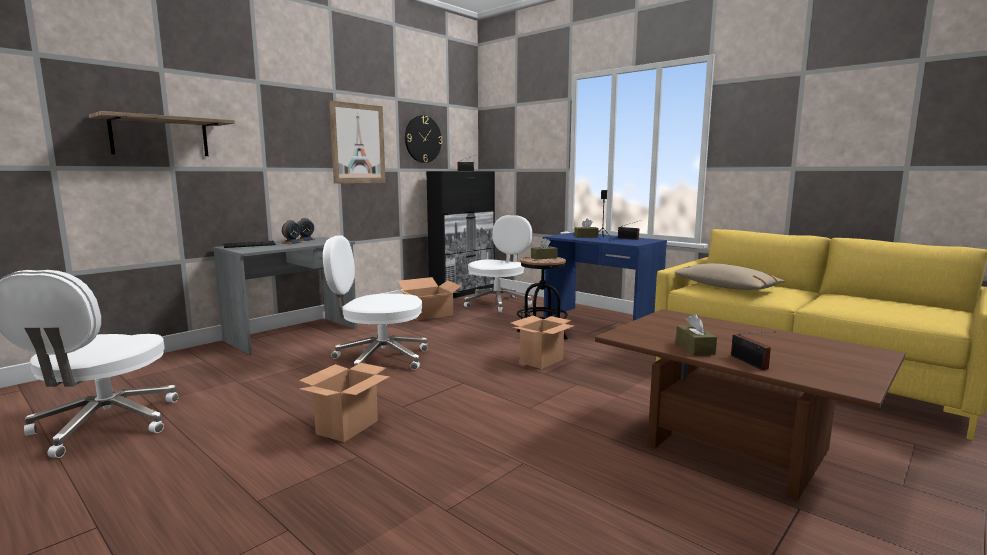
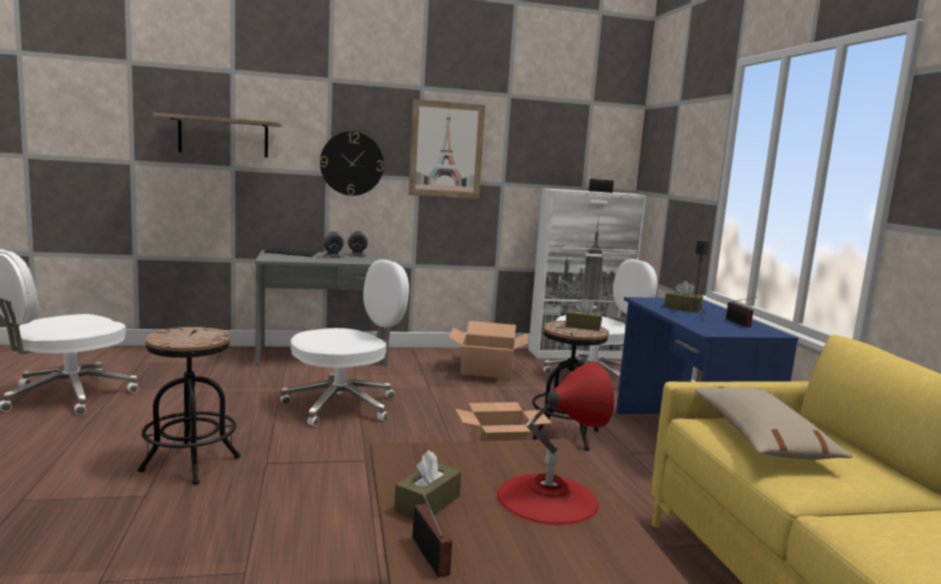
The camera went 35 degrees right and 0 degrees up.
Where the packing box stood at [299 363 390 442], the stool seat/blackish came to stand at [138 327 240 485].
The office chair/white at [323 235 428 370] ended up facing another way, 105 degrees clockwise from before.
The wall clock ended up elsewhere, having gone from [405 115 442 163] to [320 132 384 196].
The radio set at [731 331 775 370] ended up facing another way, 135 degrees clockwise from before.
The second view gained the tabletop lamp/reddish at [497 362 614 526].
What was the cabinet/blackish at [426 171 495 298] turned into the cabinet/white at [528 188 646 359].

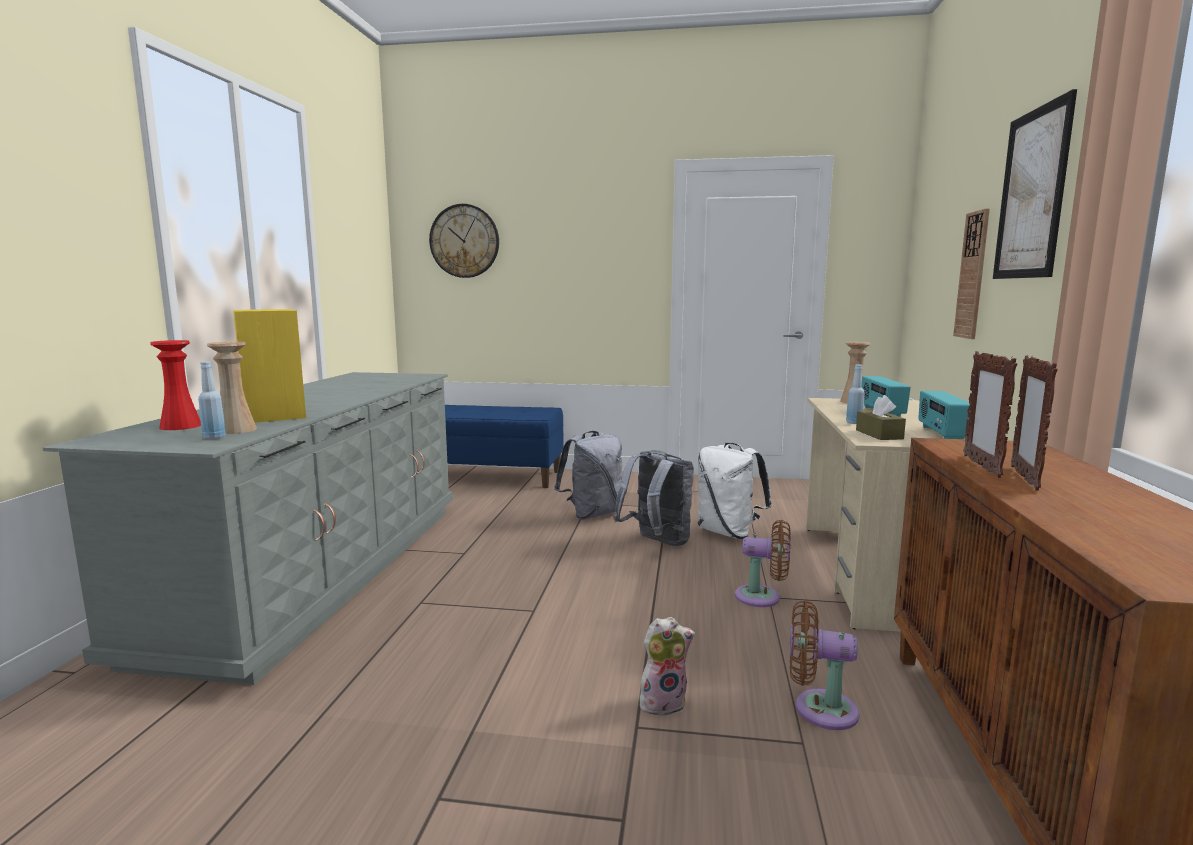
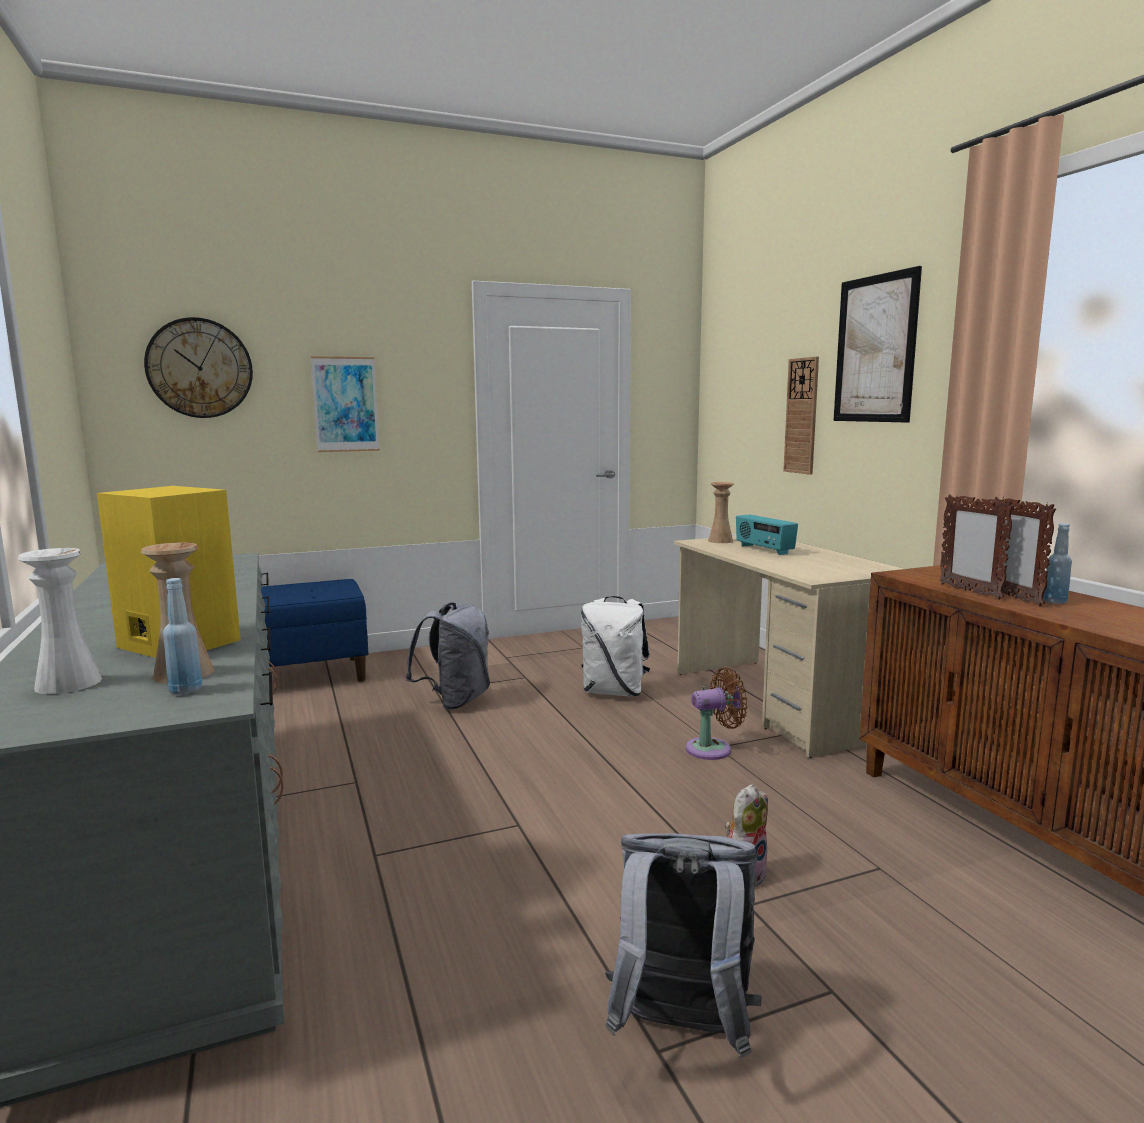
The camera went 30 degrees left and 0 degrees up.
What was the flower vase/reddish at [150 340 201 430] turned into the flower vase/white at [18 548 102 694].
The second view gained the wall picture at [311 356 380 452].
The backpack/greyish ended up elsewhere, having gone from [613 450 694 546] to [605 834 761 1058].
The beverage bottle/blue ended up elsewhere, having gone from [846 364 865 424] to [1043 523 1072 604].
The second view lost the fan/brown at [790 600 860 730].
The second view lost the tissue box/brown at [856 395 906 440].
The second view lost the radio set at [918 391 970 439].

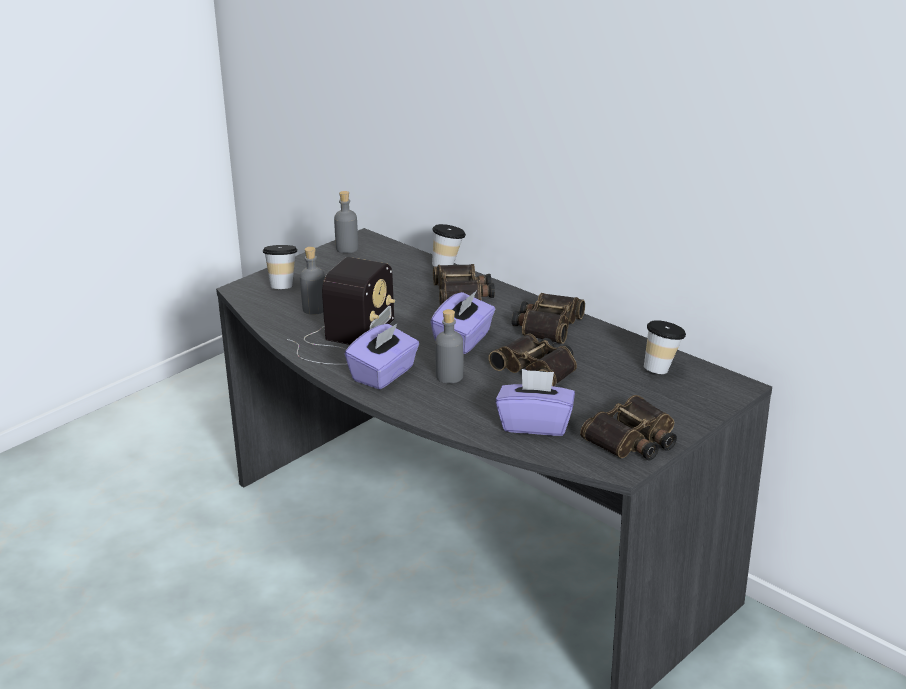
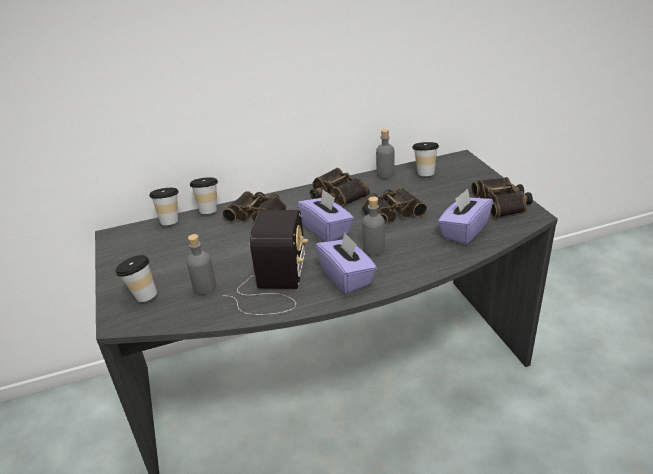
The camera went 60 degrees left and 5 degrees up.
The second view gained the cup at [149 188 178 225].
The radio set at [287 257 395 365] ended up facing another way, 45 degrees clockwise from before.
The beverage bottle/greyish ended up elsewhere, having gone from [334 191 358 253] to [376 129 395 179].

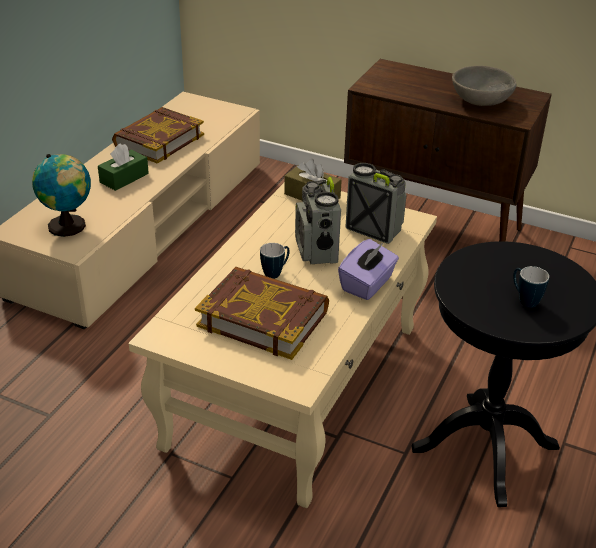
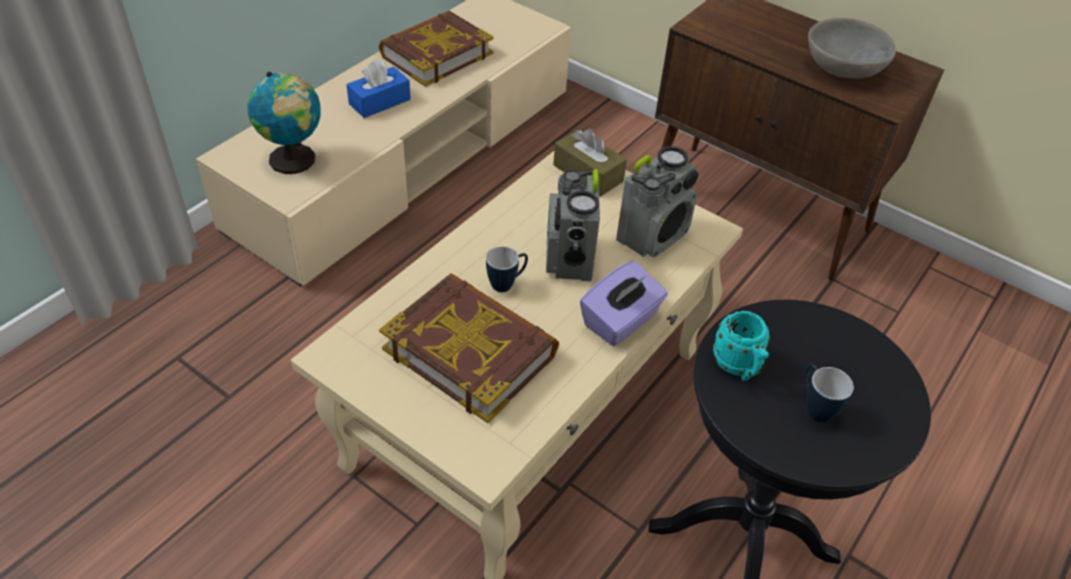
The camera went 10 degrees right and 10 degrees up.
What was the tissue box/green at [98 143 149 191] turned into the tissue box/blue at [346 60 411 118].
The radio set at [345 163 406 244] ended up facing another way, 90 degrees clockwise from before.
The second view gained the tea mug/turquoise-coloured at [713 311 770 381].

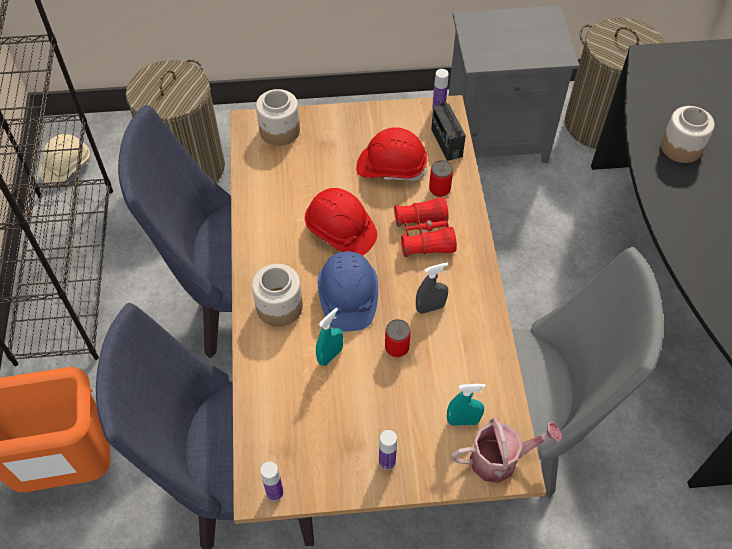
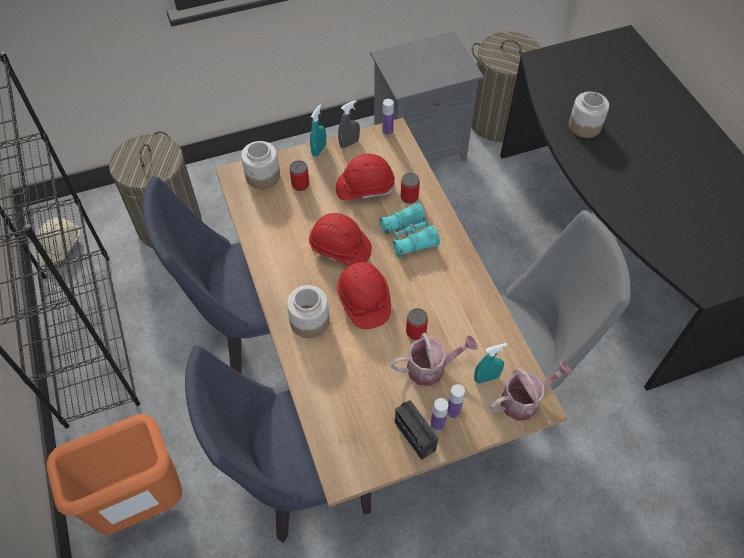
The camera went 15 degrees left and 0 degrees up.
The second view gained the metal can at [290 160 309 191].
The hand sprayer/turquoise-coloured ended up elsewhere, having gone from [316 308 343 366] to [310 105 326 157].
What was the hard hat/blue at [317 251 378 331] turned into the hard hat/reddish at [337 262 391 329].
The hand sprayer/greyish ended up elsewhere, having gone from [416 263 448 314] to [338 100 360 148].
What was the pair of binoculars/reddish at [394 197 457 257] turned into the pair of binoculars/turquoise-coloured at [380 203 440 258].
The second view gained the sprinkling can at [391 333 478 386].
The radio set ended up elsewhere, having gone from [431 102 466 161] to [395 400 438 460].
The beverage bottle ended up elsewhere, having gone from [260 462 284 501] to [447 384 465 418].

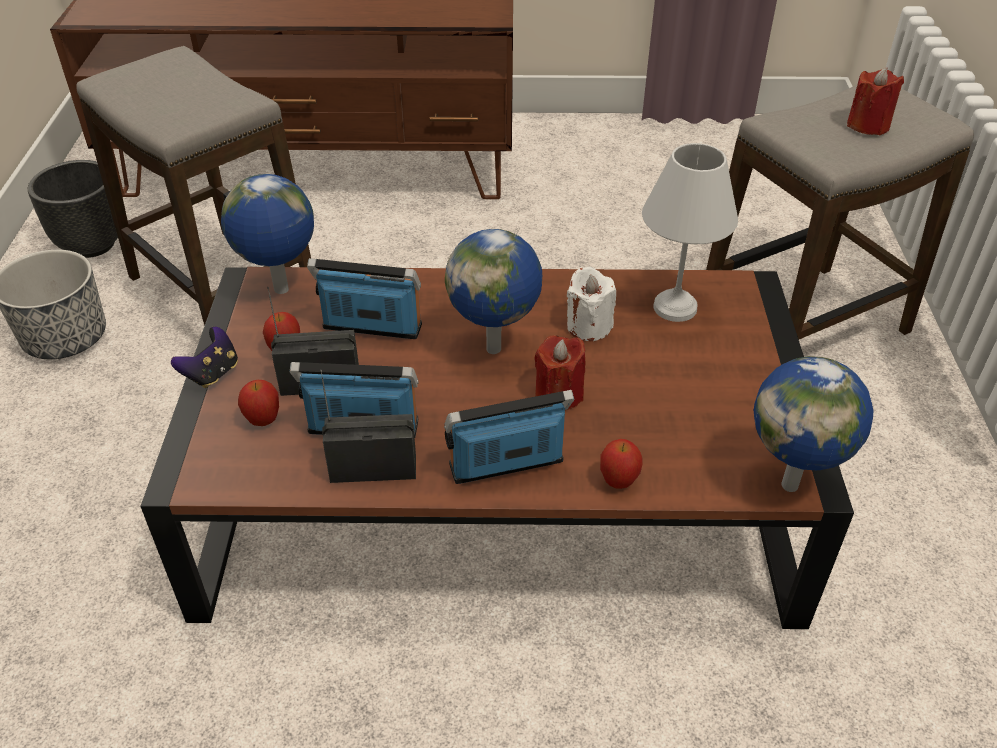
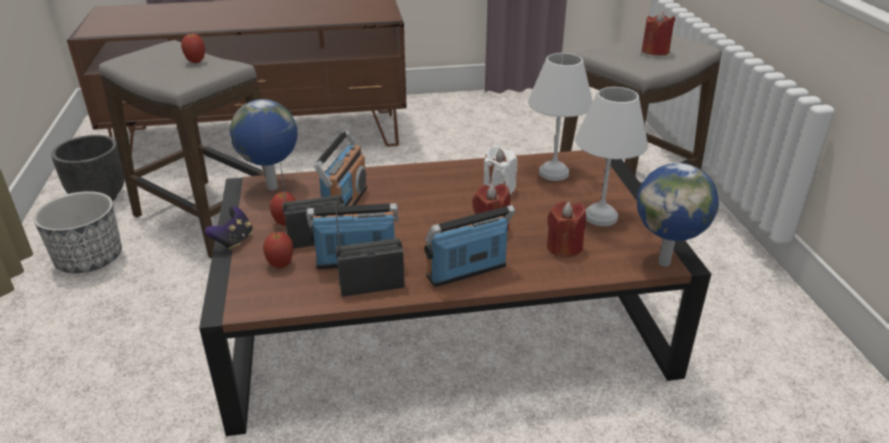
The camera went 10 degrees left and 10 degrees down.
The apple fruit ended up elsewhere, having gone from [600 439 643 489] to [181 32 205 63].
The radio set at [307 258 422 339] ended up facing another way, 105 degrees clockwise from before.
The second view gained the candle/reddish at [547 202 586 257].
The second view gained the tabletop lamp/white at [575 87 648 226].
The second view lost the world globe at [445 229 542 354].

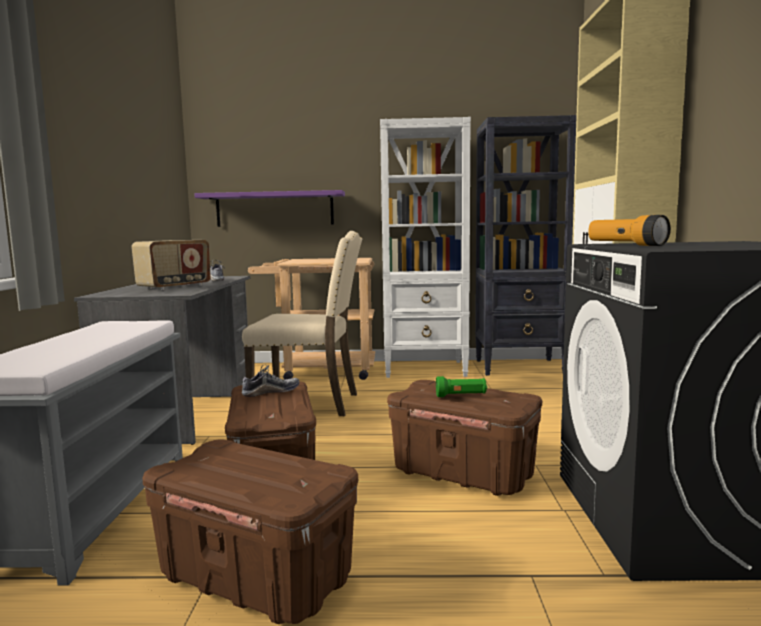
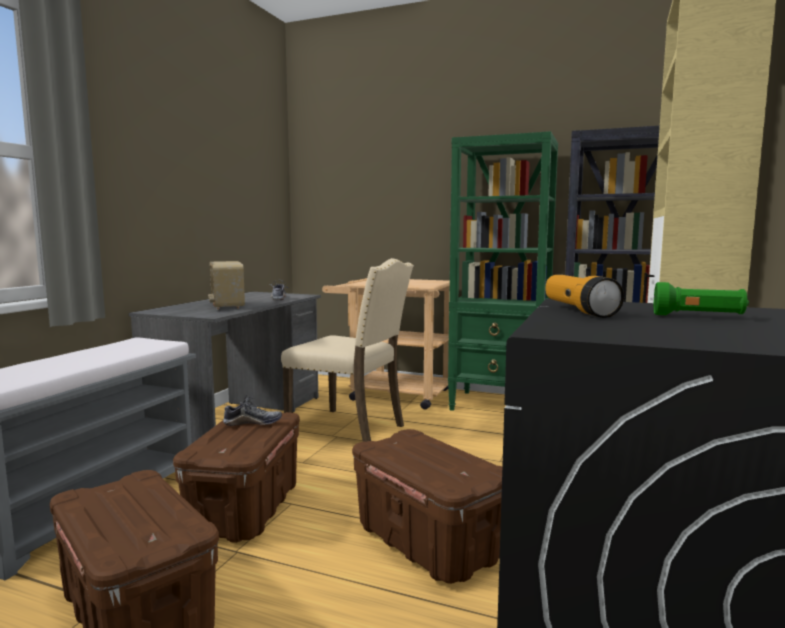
The camera went 20 degrees right and 0 degrees up.
The radio set at [131 240 211 290] ended up facing another way, 105 degrees clockwise from before.
What was the bookshelf/white at [380 117 471 378] turned into the bookshelf/green at [448 131 558 411].
The torch/green ended up elsewhere, having gone from [436 376 487 397] to [654 282 749 315].
The second view lost the bracket shelf/purple at [194 190 345 227].

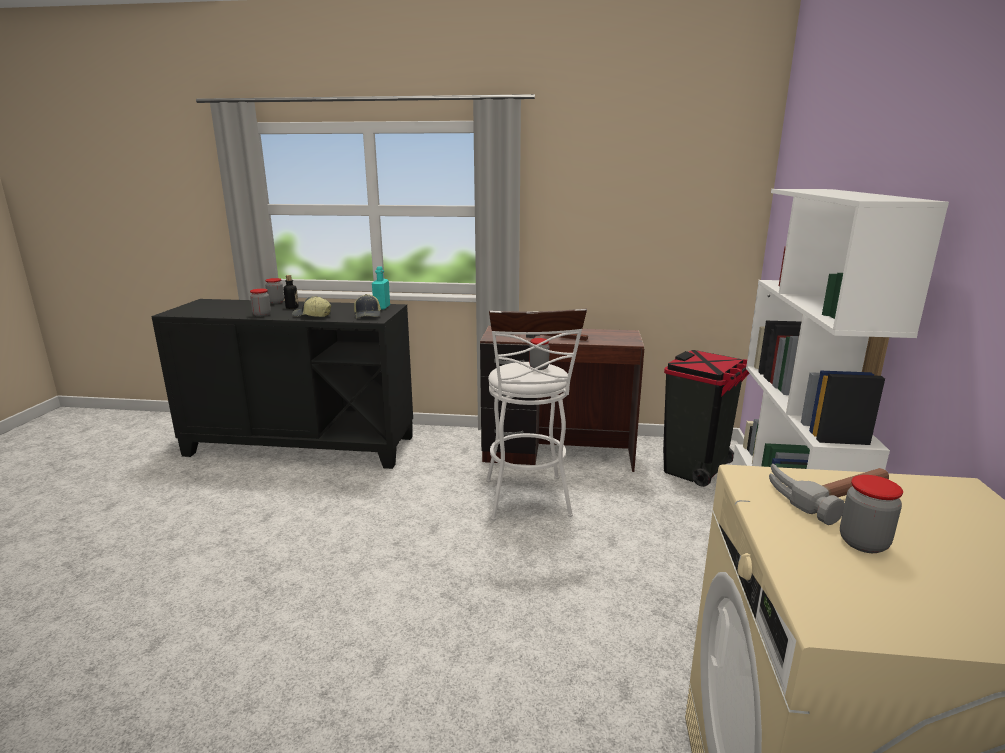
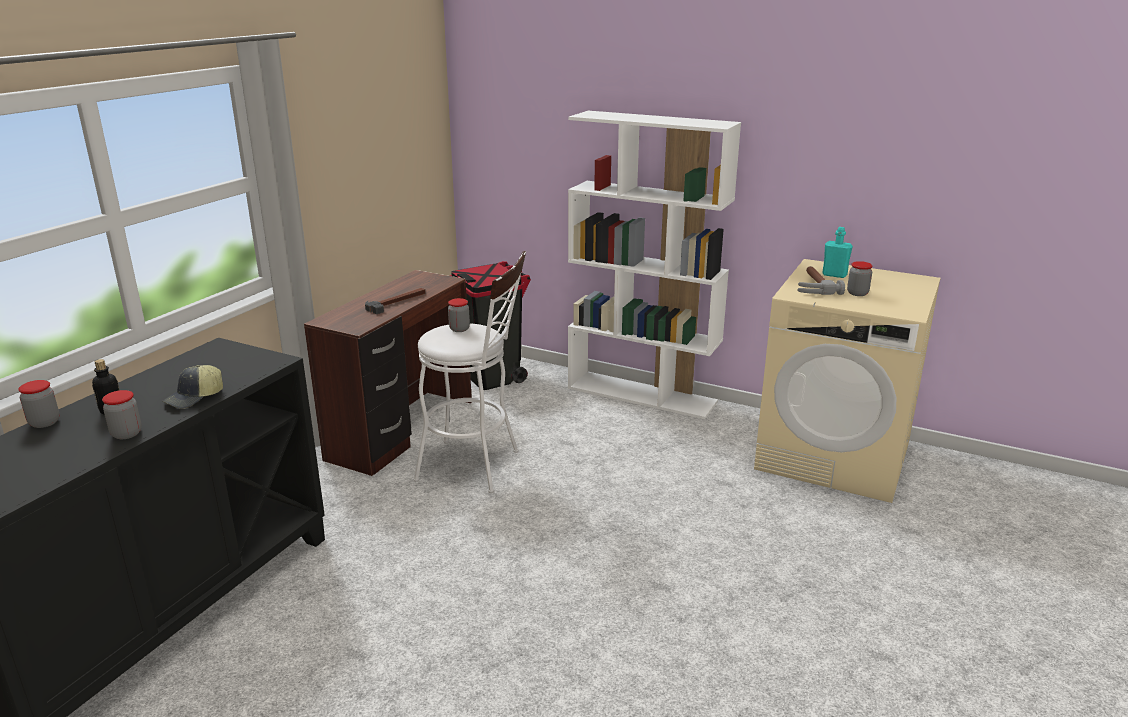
The camera went 70 degrees left and 5 degrees up.
The beverage bottle/turquoise-coloured ended up elsewhere, having gone from [372 267 390 309] to [822 227 853 278].
The second view lost the peaked cap at [354 294 381 319].

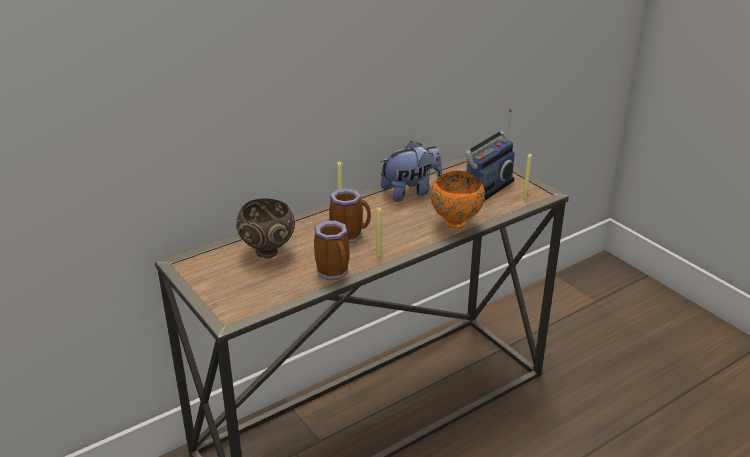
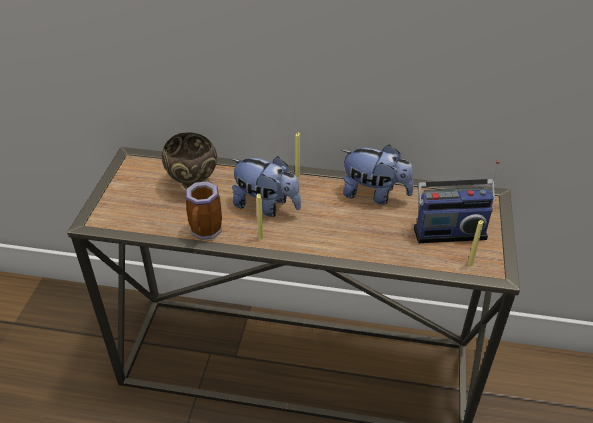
The camera went 45 degrees right and 10 degrees up.
Where the tea mug stood at [329 188 371 243], the soft toy came to stand at [231 156 301 217].
The second view lost the deep dish/orangey at [431 171 485 229].

